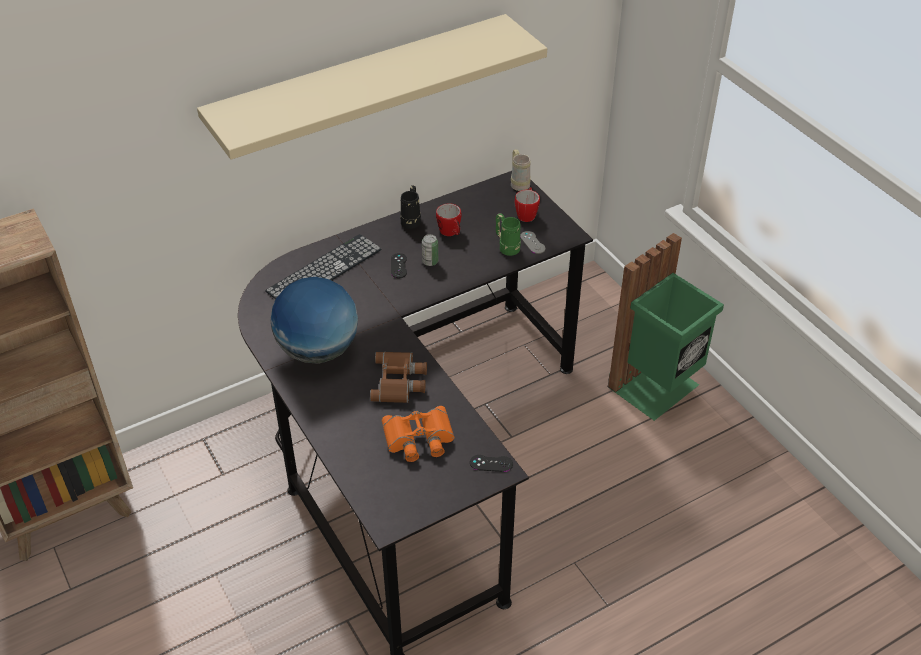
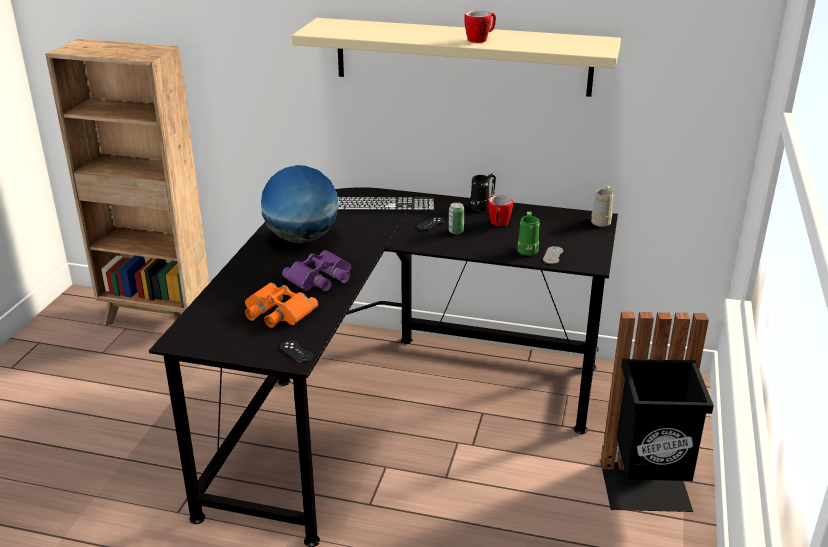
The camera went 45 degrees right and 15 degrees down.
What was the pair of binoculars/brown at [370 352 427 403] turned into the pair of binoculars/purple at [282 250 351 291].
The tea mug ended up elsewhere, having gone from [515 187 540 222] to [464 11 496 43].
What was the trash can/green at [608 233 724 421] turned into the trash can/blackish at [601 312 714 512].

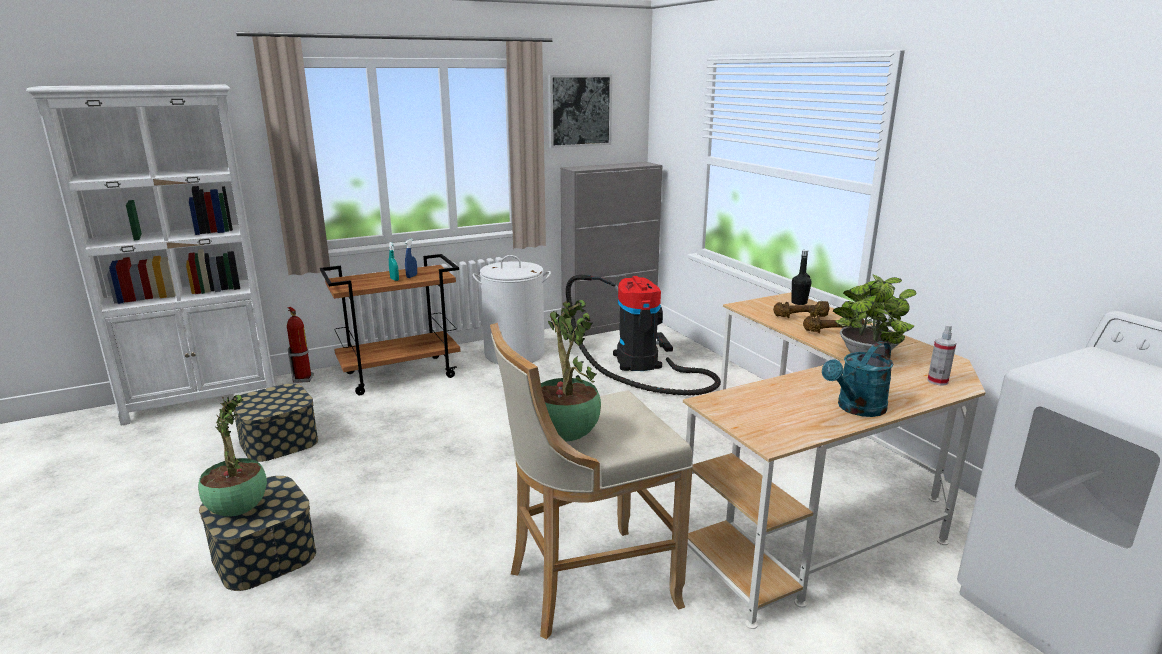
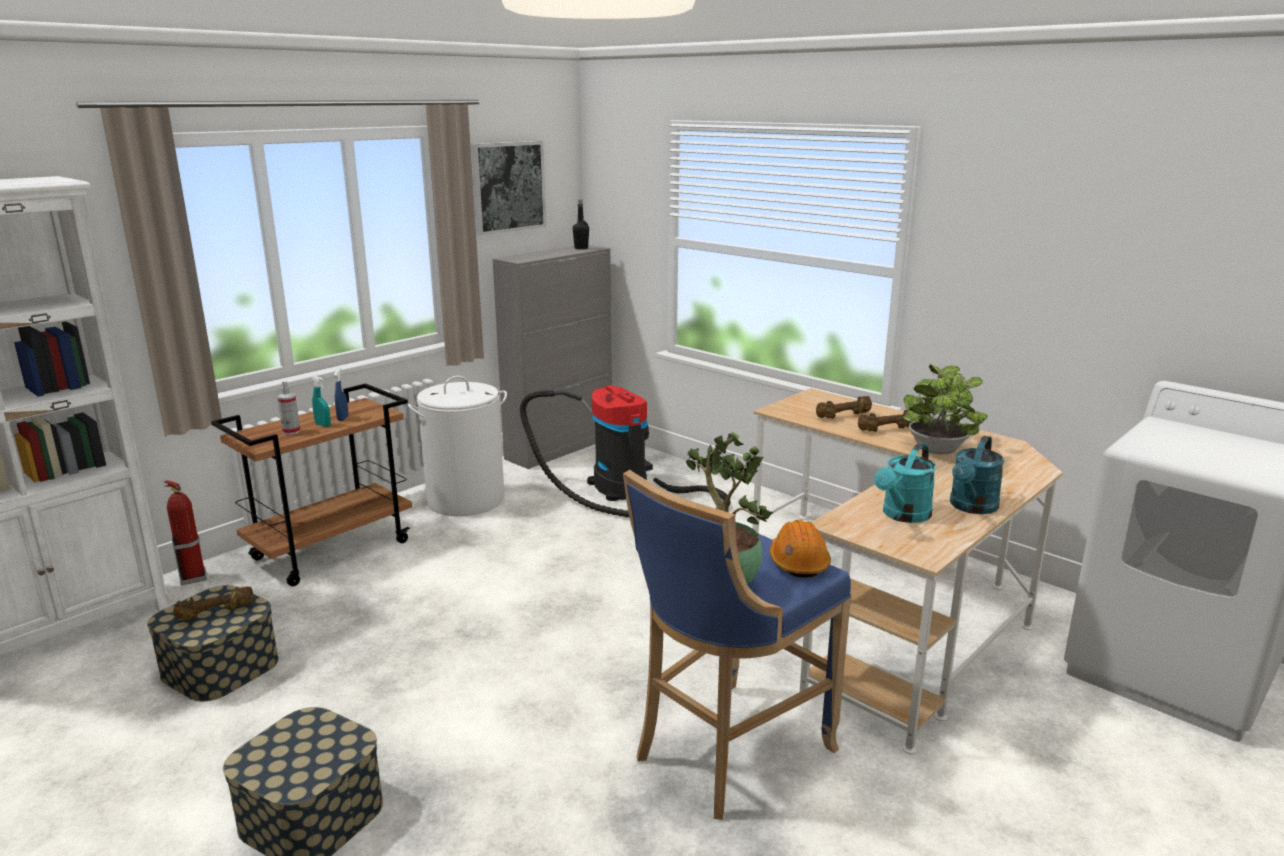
The camera went 20 degrees left and 0 degrees up.
The second view gained the dumbbell/brown at [173 586 254 621].
The hand sprayer ended up elsewhere, having gone from [927 325 956 386] to [277 381 300 435].
The beverage bottle/blackish ended up elsewhere, having gone from [791 250 812 305] to [573 199 589 250].
What was the stool seat/beige at [490 323 693 639] turned into the stool seat/blue at [623 470 851 820].
The second view gained the hard hat/orangey at [770 520 831 578].
The second view gained the sprinkling can/turquoise-coloured at [874 443 936 523].
The second view lost the plant in a pot at [198 395 267 517].

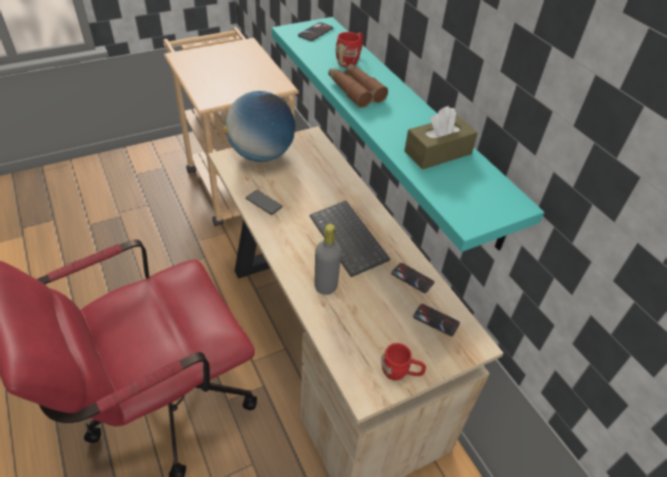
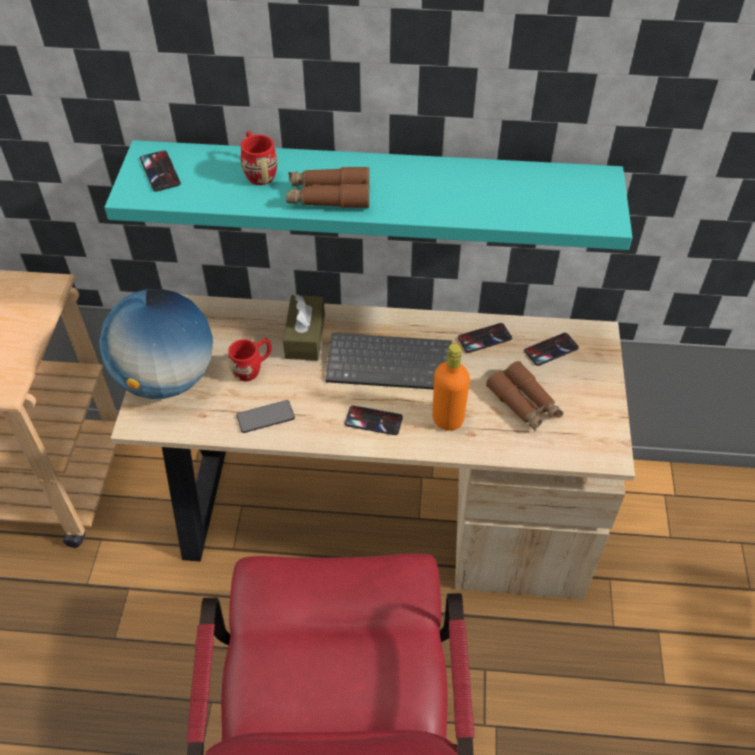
The camera went 55 degrees left and 5 degrees up.
The tea mug/reddish ended up elsewhere, having gone from [381 343 426 380] to [228 339 272 381].
The tissue box/brown ended up elsewhere, having gone from [404 106 478 170] to [283 295 325 361].
The second view gained the telephone at [345 405 403 435].
What was the beverage bottle/greyish at [314 224 342 295] turned into the beverage bottle/orangey at [432 343 470 431].
The second view gained the pair of binoculars/brown at [486 361 563 431].

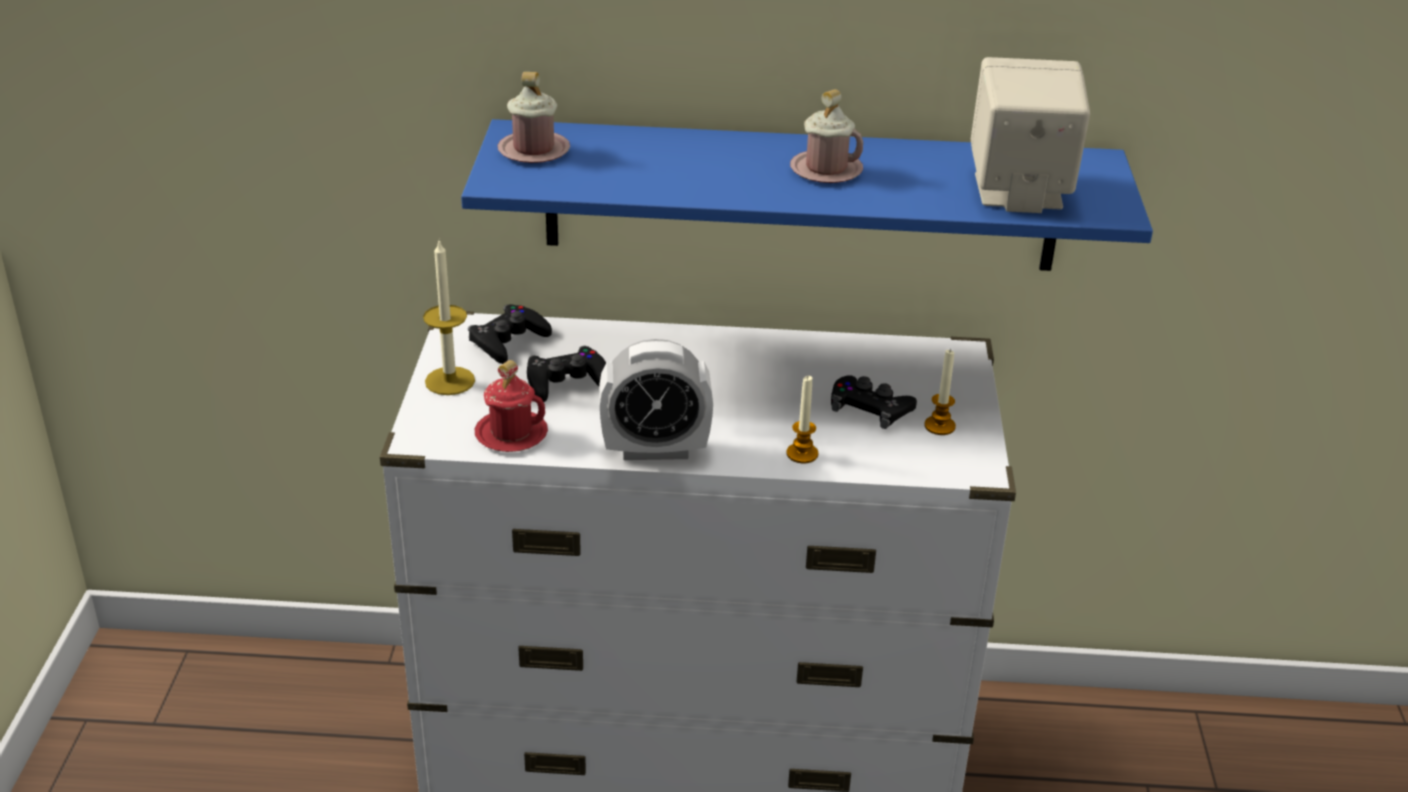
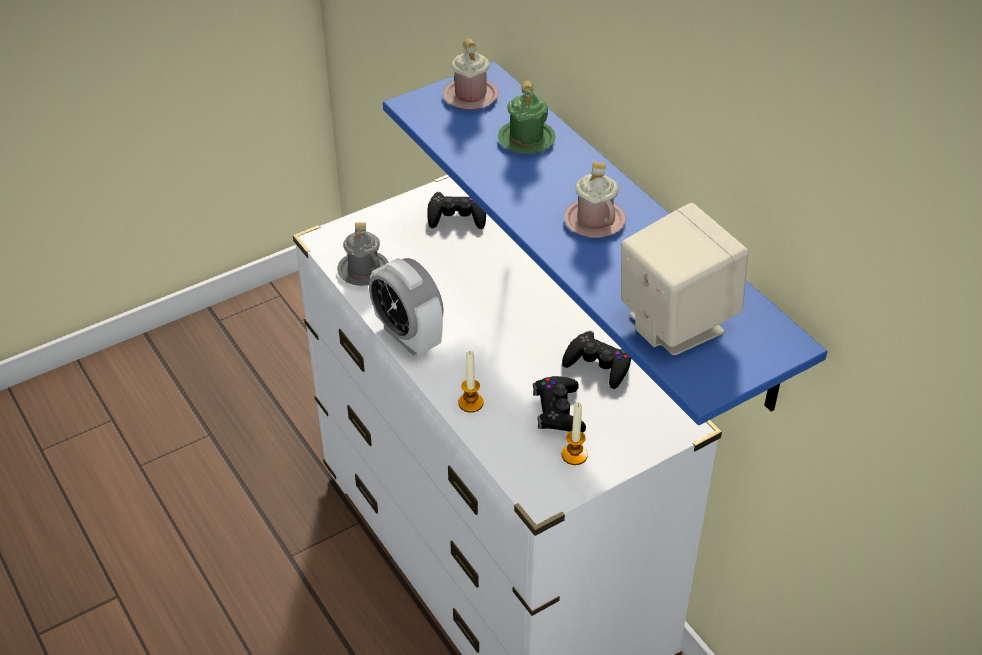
The camera went 55 degrees right and 10 degrees up.
What was the tea mug/reddish at [475 360 548 452] turned into the tea mug/greyish at [337 222 389 286].
The second view gained the tea mug/green at [498 80 556 154].
The gamepad/blackish ended up elsewhere, having gone from [527 346 606 402] to [562 331 631 389].
The second view lost the candle at [423 241 475 395].

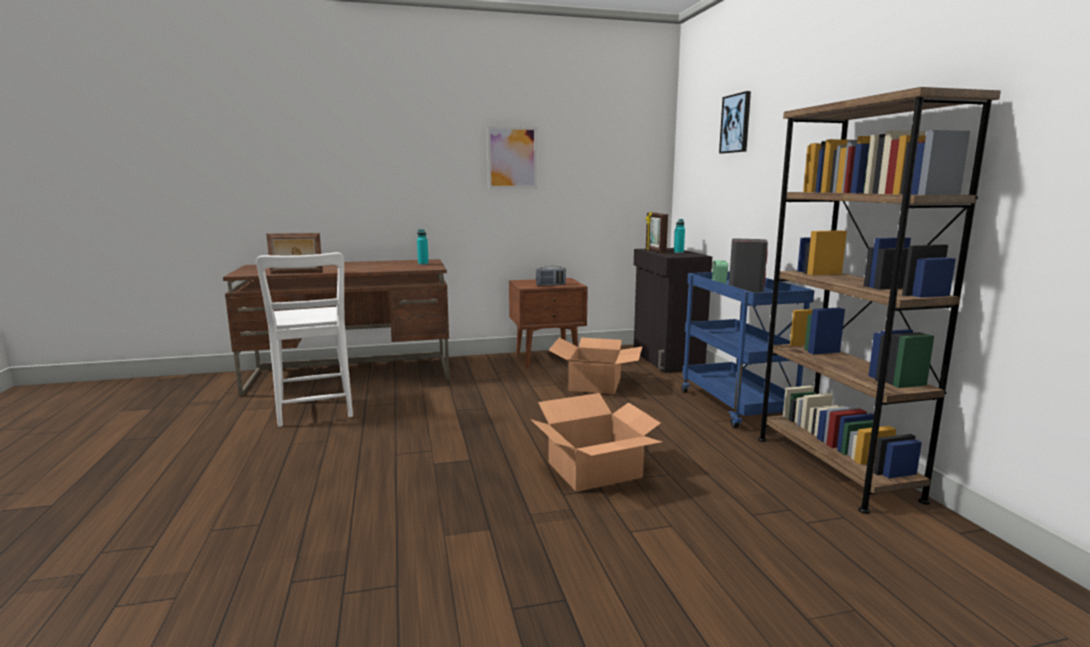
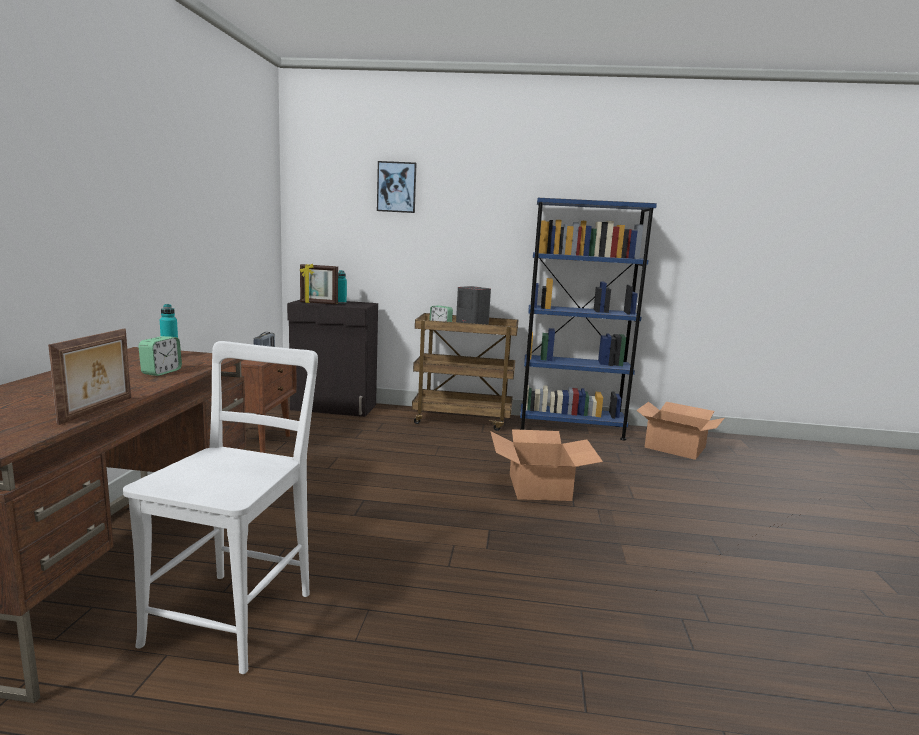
The camera went 70 degrees left and 0 degrees up.
The plain chair/white at [256 252 353 427] ended up facing another way, 75 degrees counterclockwise from before.
The second view gained the alarm clock at [138 336 182 376].
What was the cart/blue at [681 271 814 428] turned into the cart/brown at [412 313 518 431].
What was the bookshelf/brown at [758 87 1001 514] turned into the bookshelf/blue at [520 198 657 440].
The packing box ended up elsewhere, having gone from [548 337 643 394] to [636 402 724 460].
The second view lost the wall picture at [487 126 537 188].

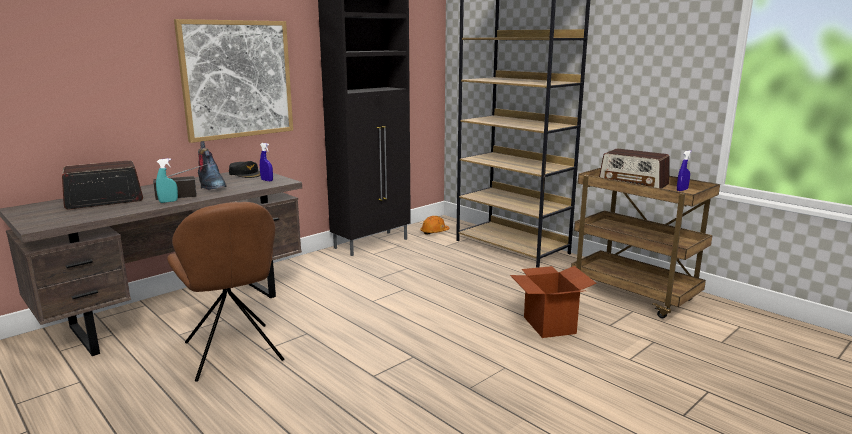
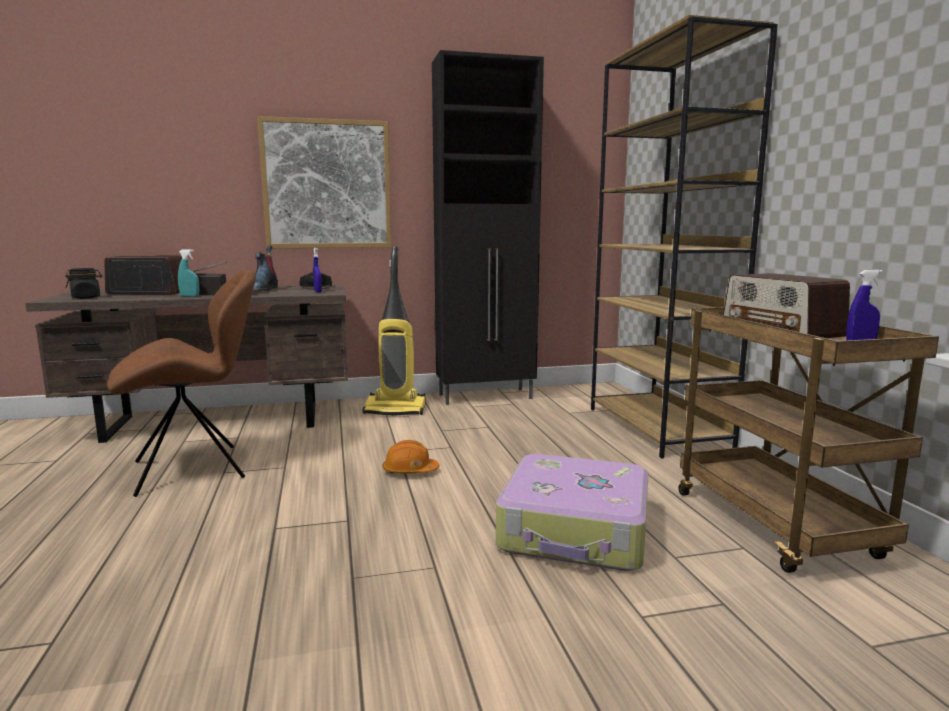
The camera went 30 degrees right and 5 degrees down.
The second view gained the storage jar/blackish at [65 268 103 299].
The plain chair/brown at [167 202 284 382] ended up facing another way, 120 degrees counterclockwise from before.
The second view gained the vacuum cleaner at [363 246 426 416].
The hard hat/orangey ended up elsewhere, having gone from [420 216 450 235] to [383 440 439 474].
Where the packing box stood at [510 266 597 338], the suitcase came to stand at [496 454 649 571].

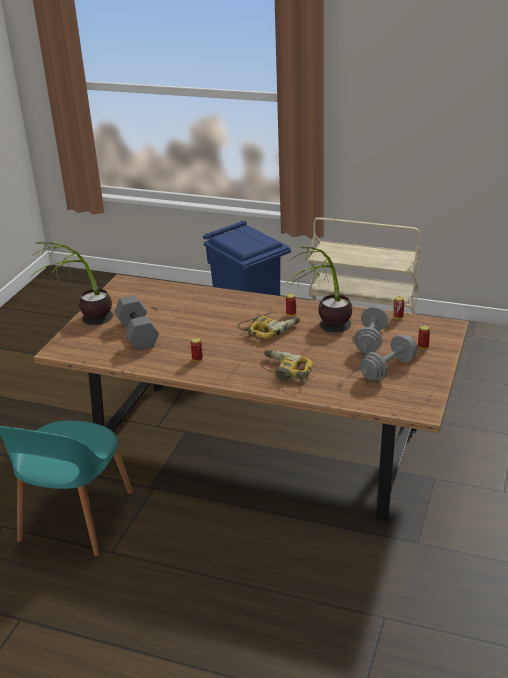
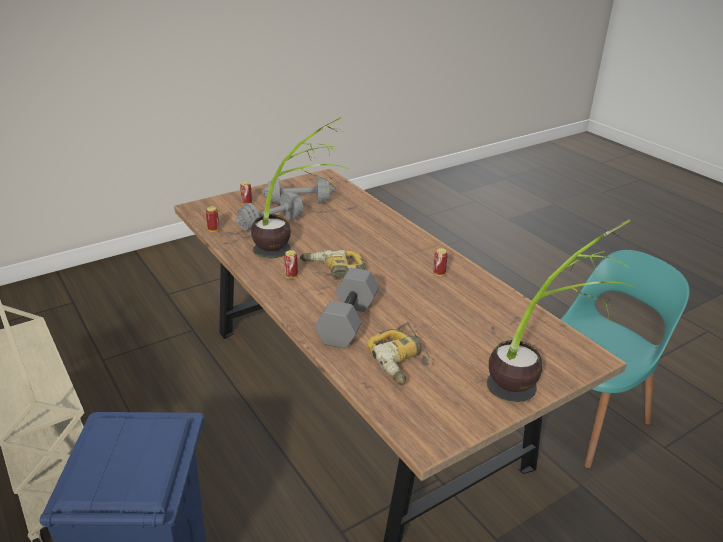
The camera went 145 degrees left and 0 degrees up.
The dumbbell/greyish ended up elsewhere, having gone from [115 295 159 351] to [314 268 379 349].
The drill ended up elsewhere, having gone from [260 349 313 383] to [366 322 430 385].

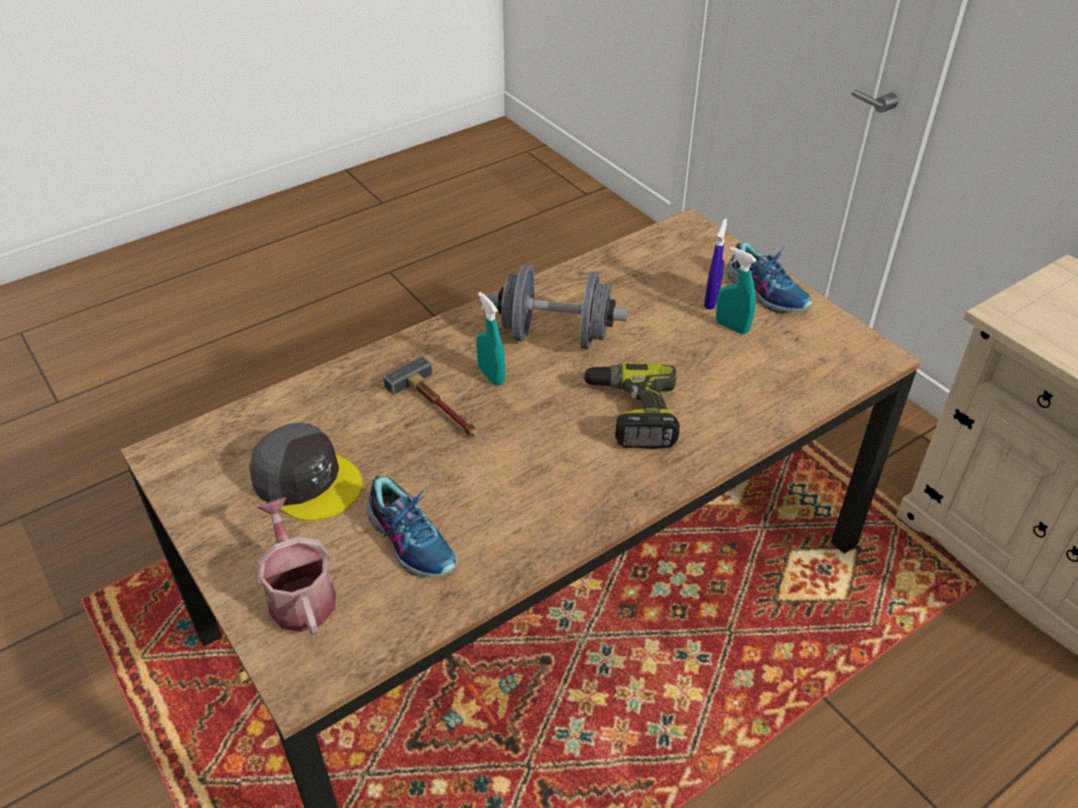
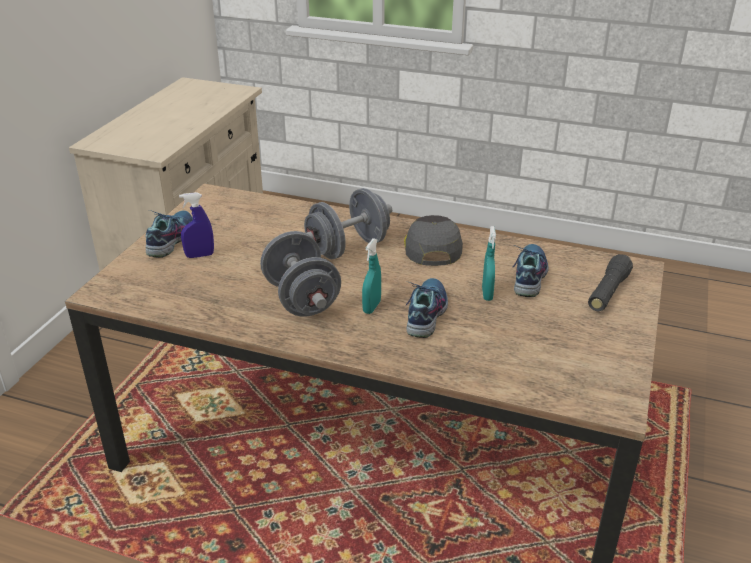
The camera went 125 degrees left and 10 degrees down.
Where the drill stood at [582 363 680 449], the dumbbell/greyish came to stand at [304 188 392 259].
The peaked cap/greyish ended up elsewhere, having gone from [249 423 363 521] to [404 215 463 266].
Where the hammer stood at [383 356 477 437], the item of footwear came to stand at [406 278 448 338].
The hand sprayer/turquoise-coloured ended up elsewhere, having gone from [716 247 757 334] to [482 226 496 301].
Where the sprinkling can stood at [255 498 336 635], the torch/blackish came to stand at [588 254 633 311].

